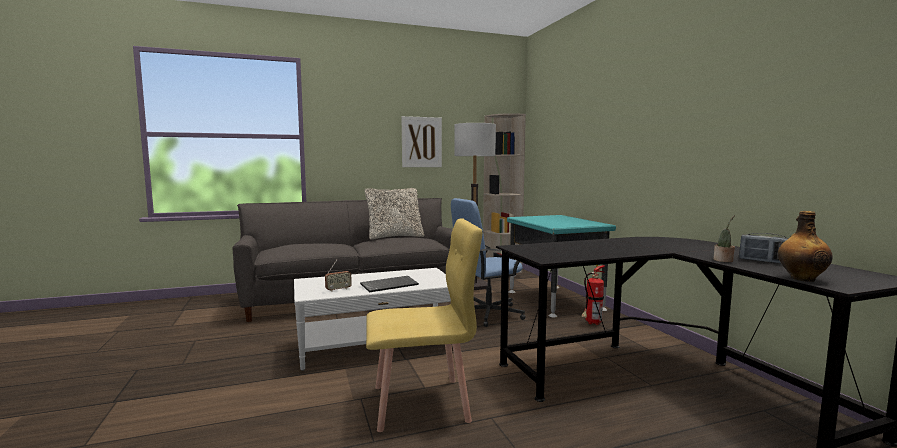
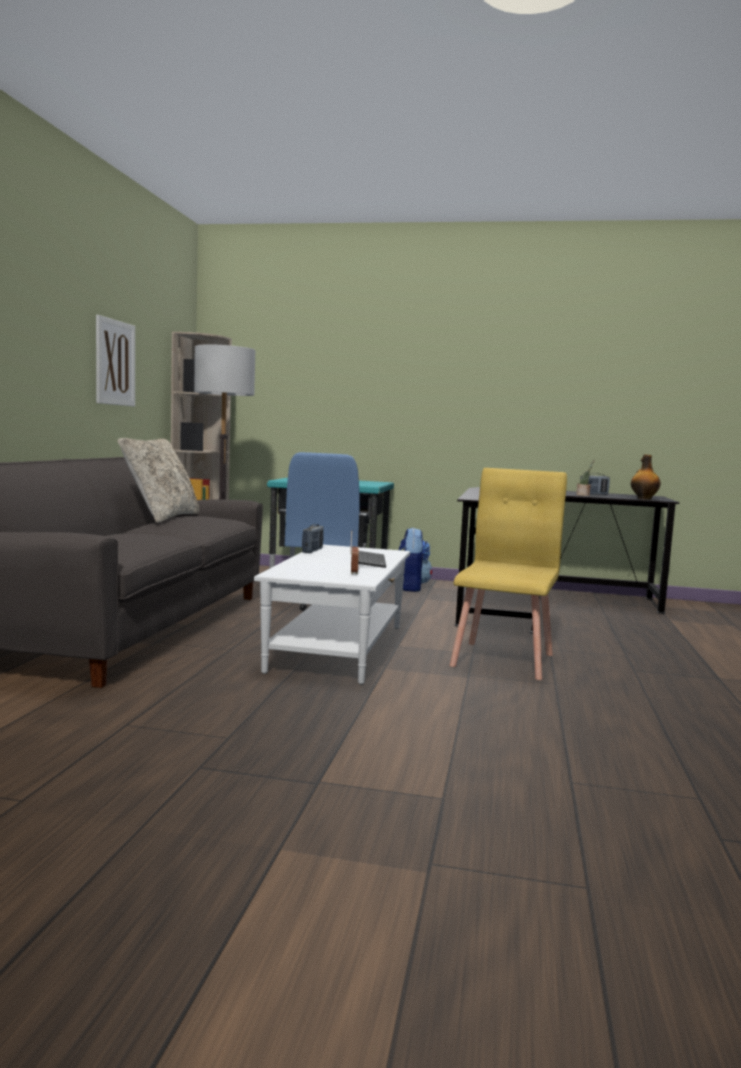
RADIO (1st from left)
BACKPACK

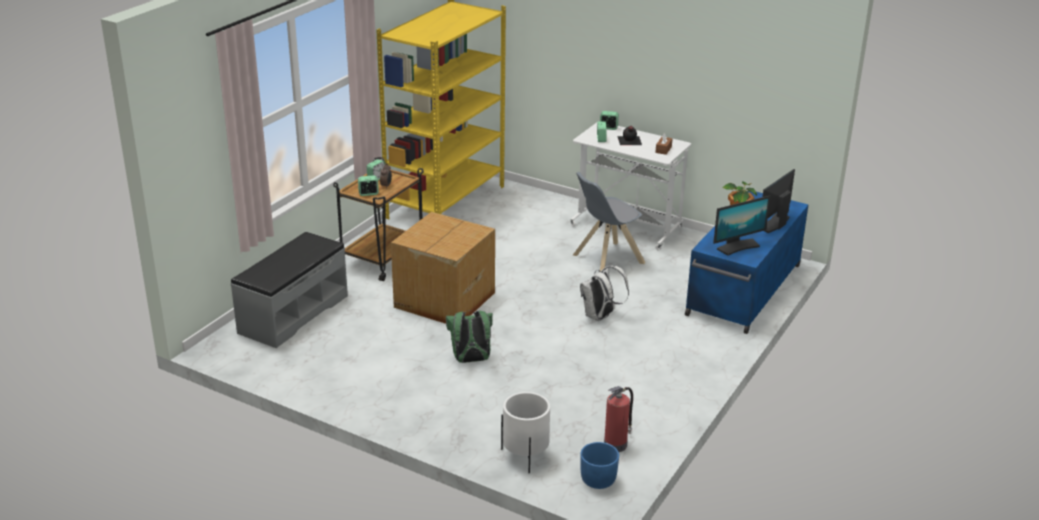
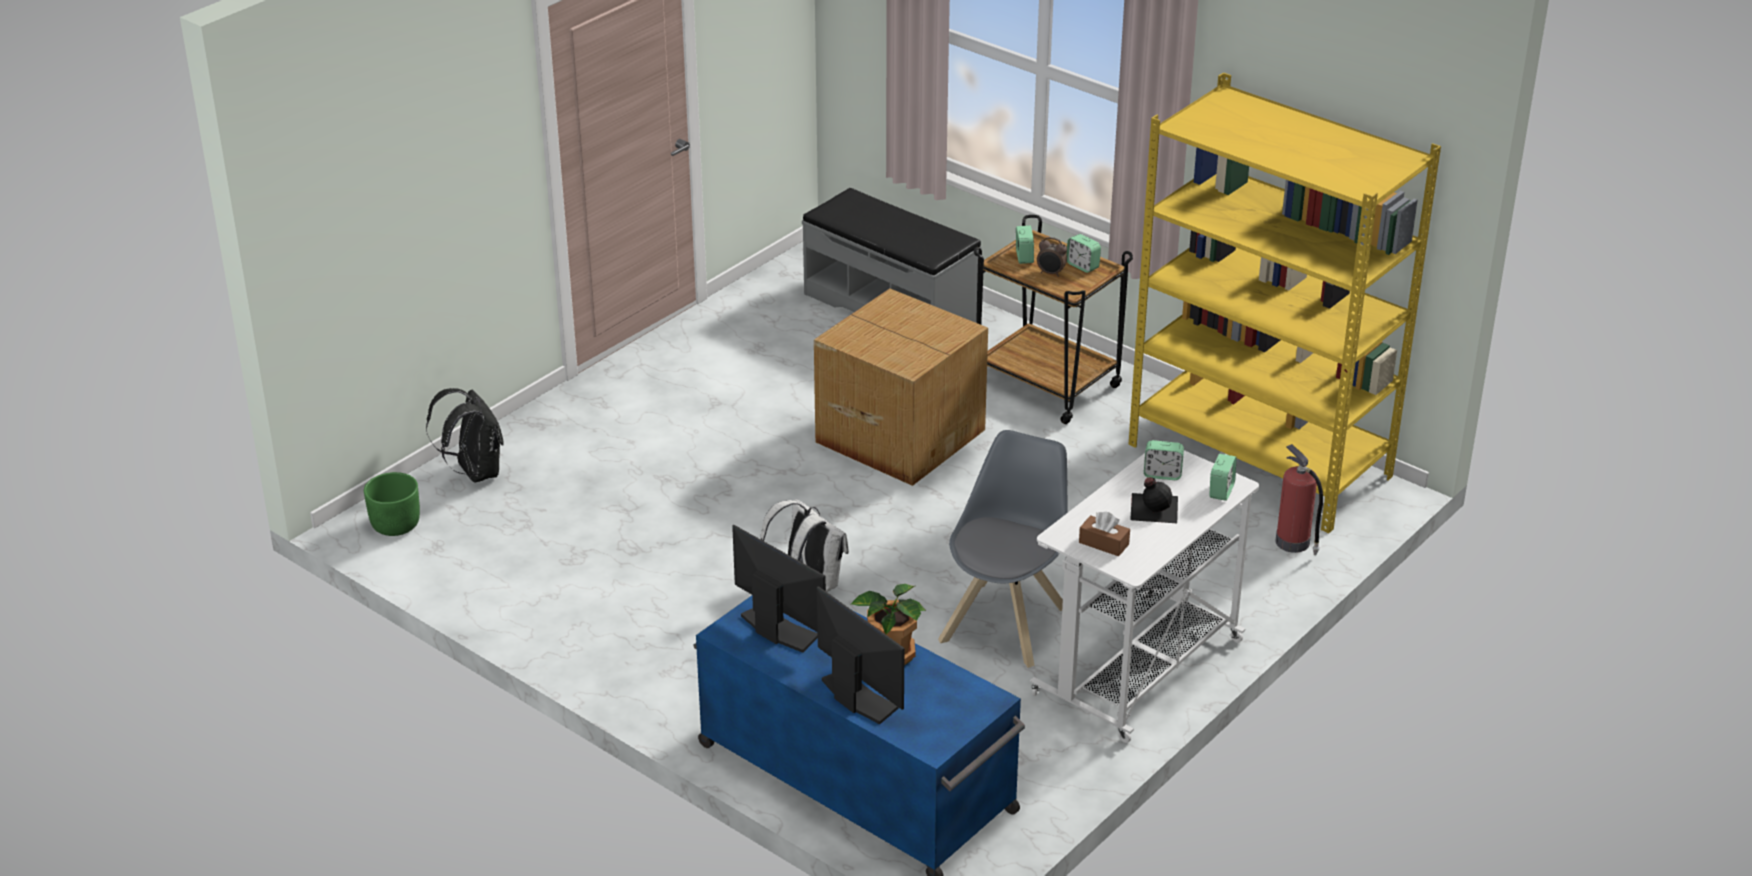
GREEN BACKPACK
FIRE EXTINGUISHER
BLACK BACKPACK
GREEN PLANTER
GREY CHAIR
MONITOR (1st from left)

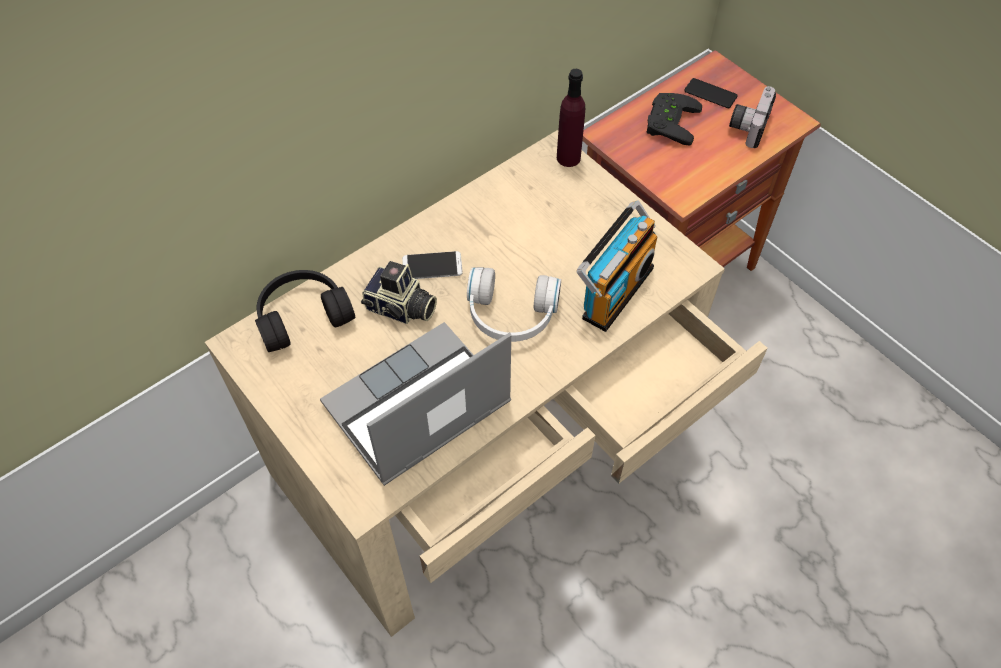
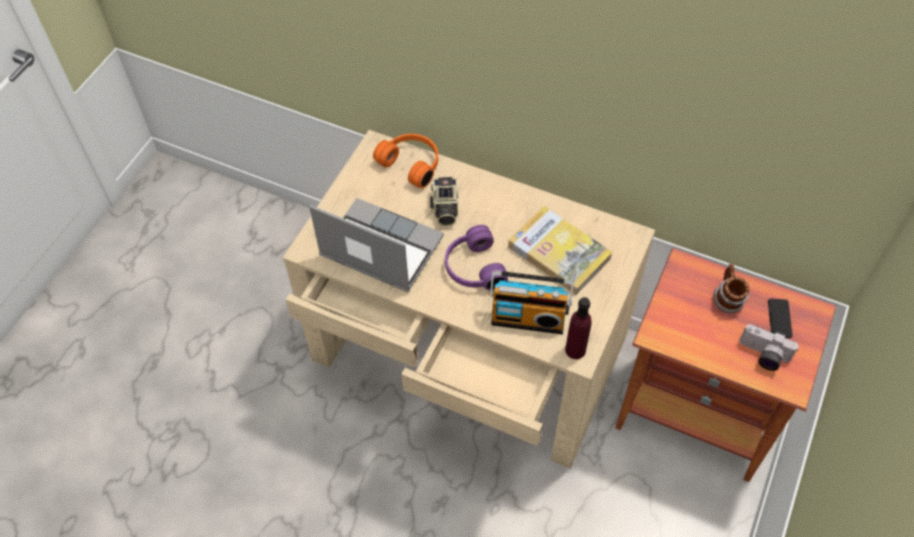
PHONE (1st from left in the first image)
BOOK
PURPLE BOTTLE
MUG
ORANGE HEADPHONES
PURPLE HEADPHONES
PHOTO CAMERA (2nd from left)

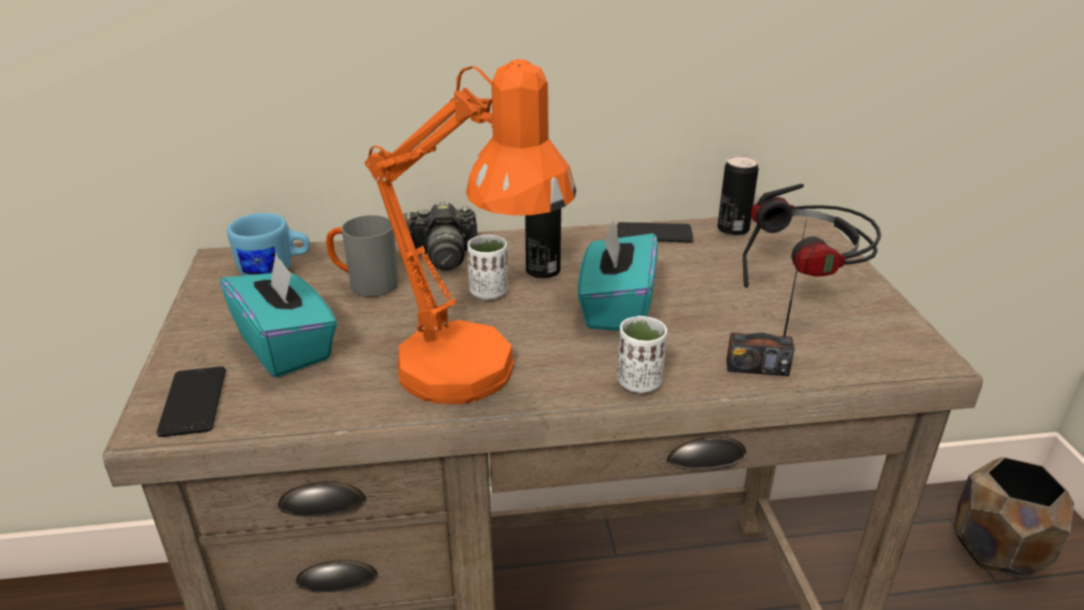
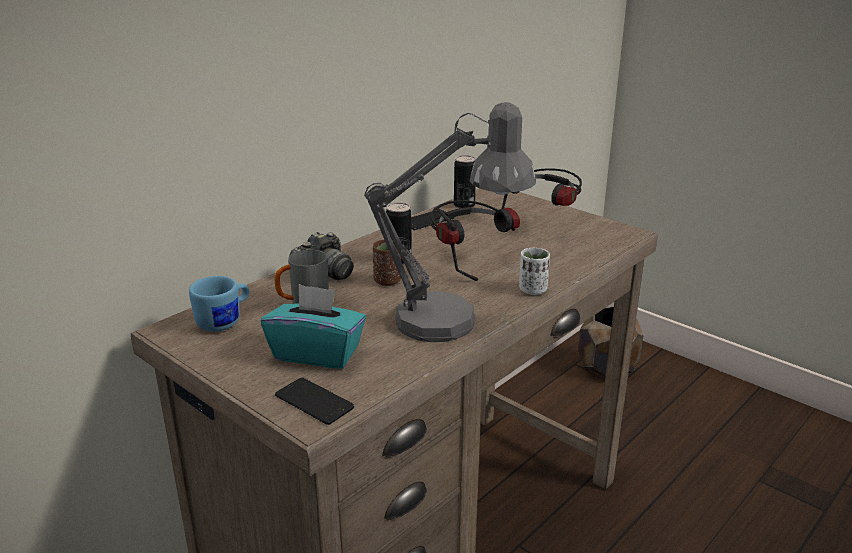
RADIO
HEADPHONES (1st from left)
GREY TABLE LAMP
BROWN CUP

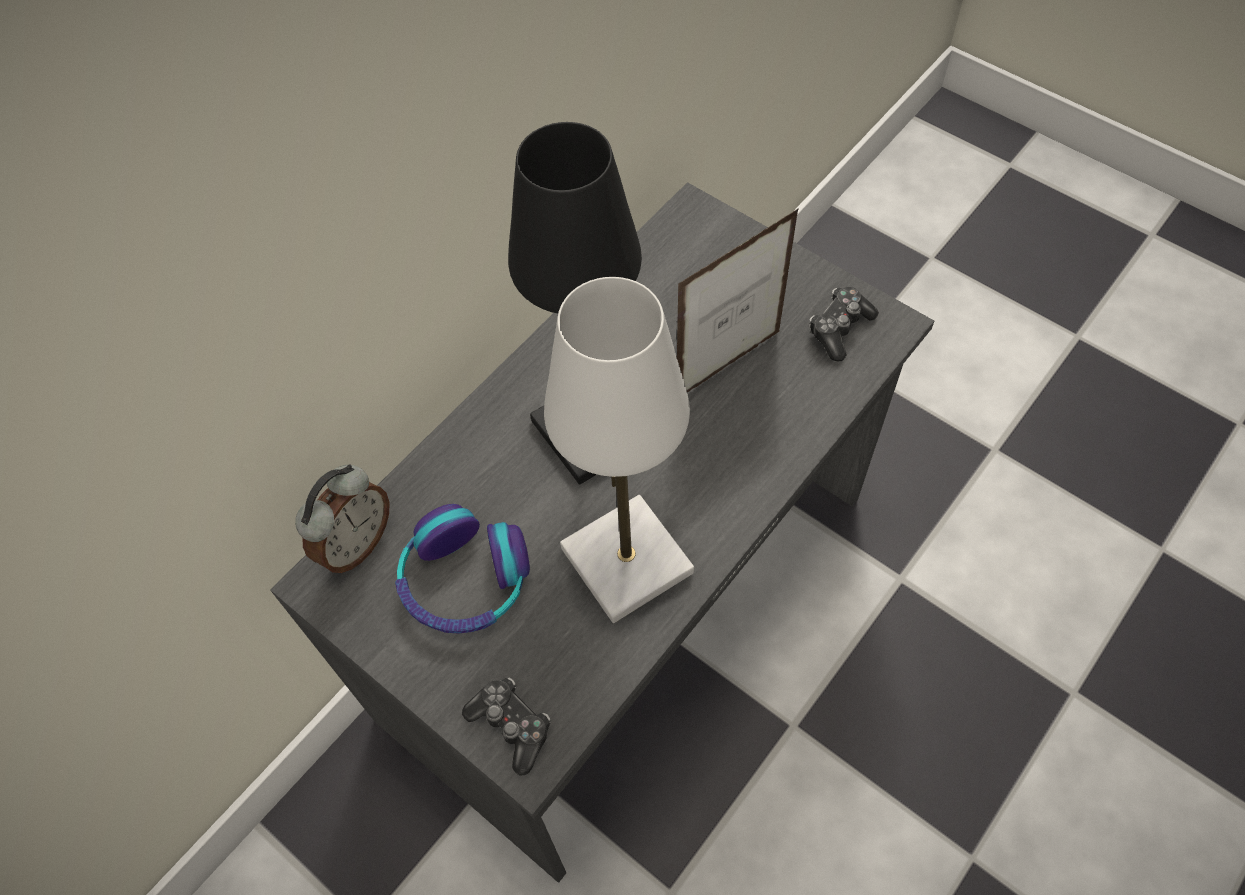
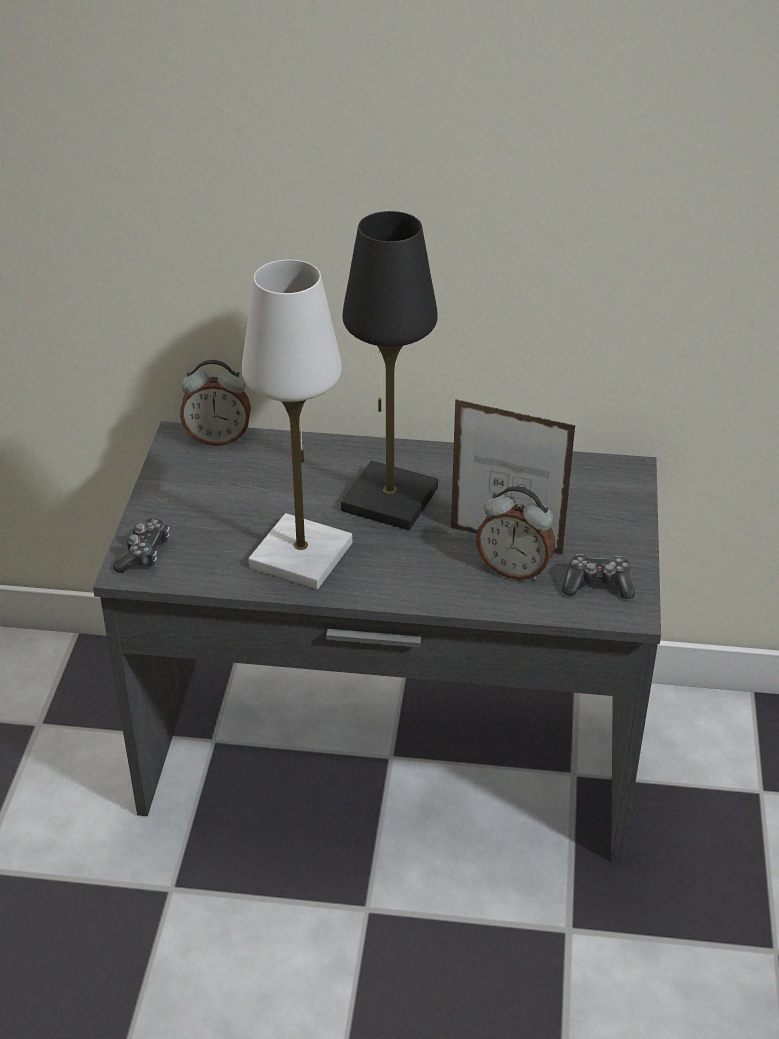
HEADPHONES
ALARM CLOCK (2nd from left)

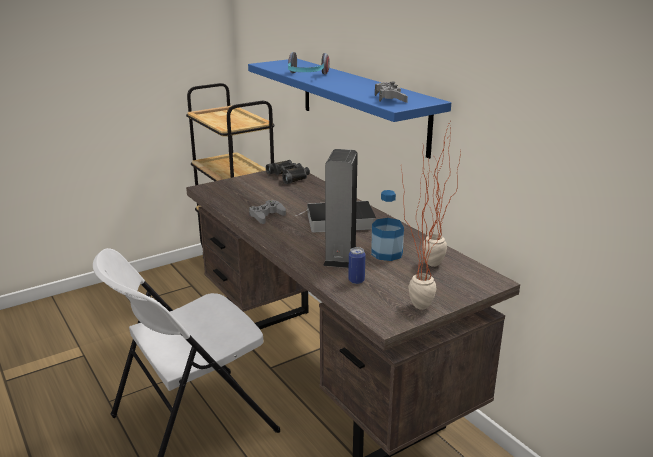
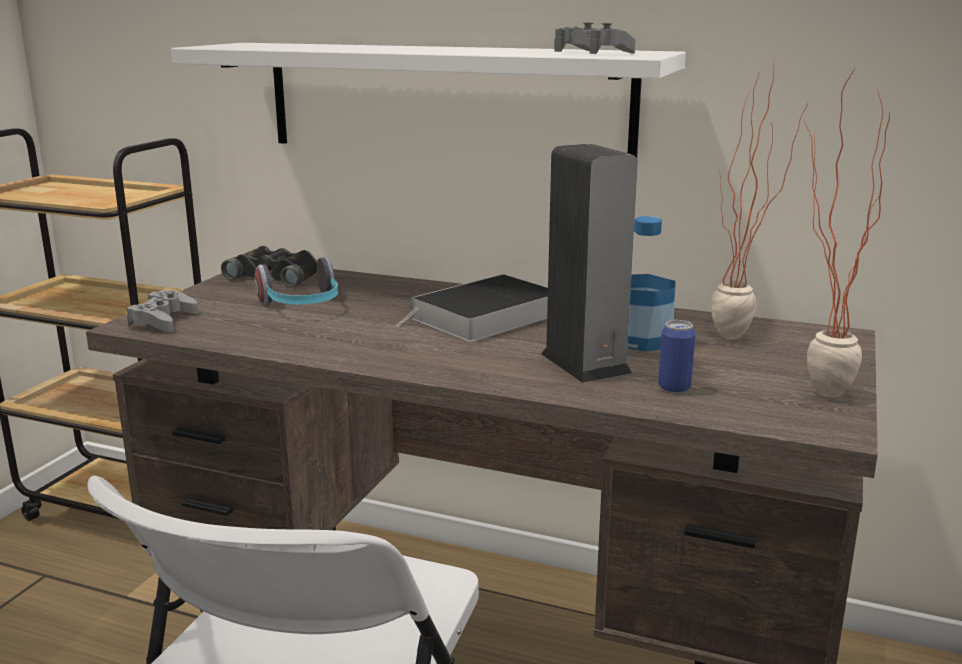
GREY GAME CONTROLLER (1st from left)
HEADPHONES
WHITE SHELF

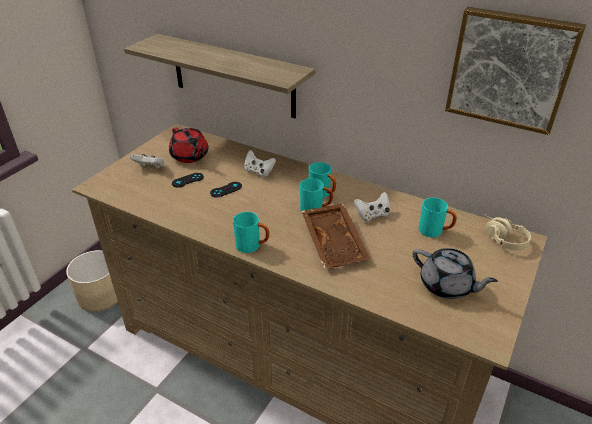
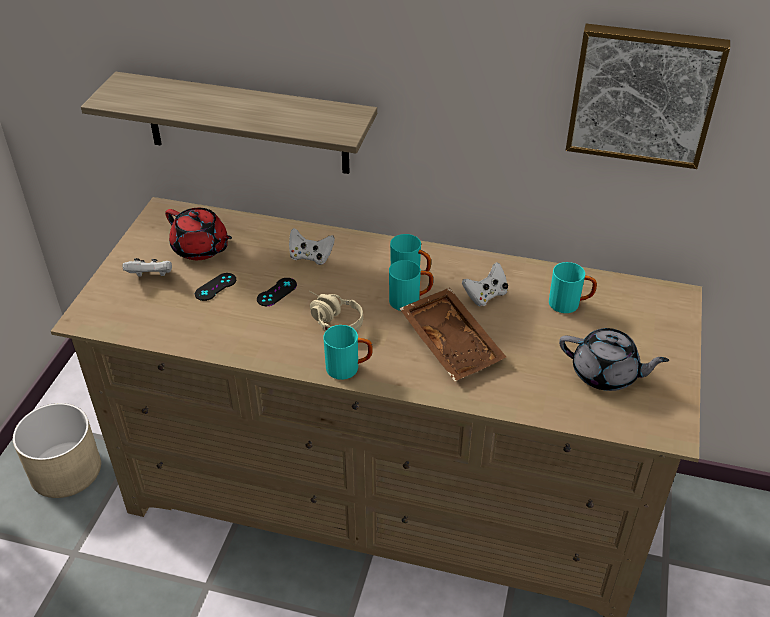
BEIGE HEADPHONES

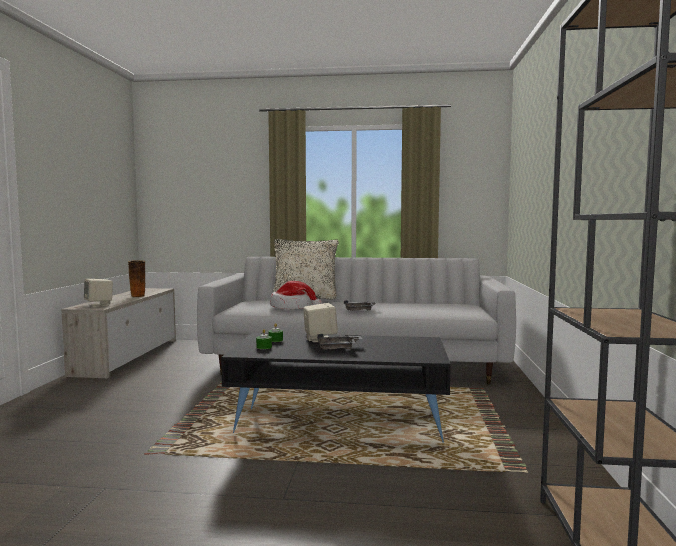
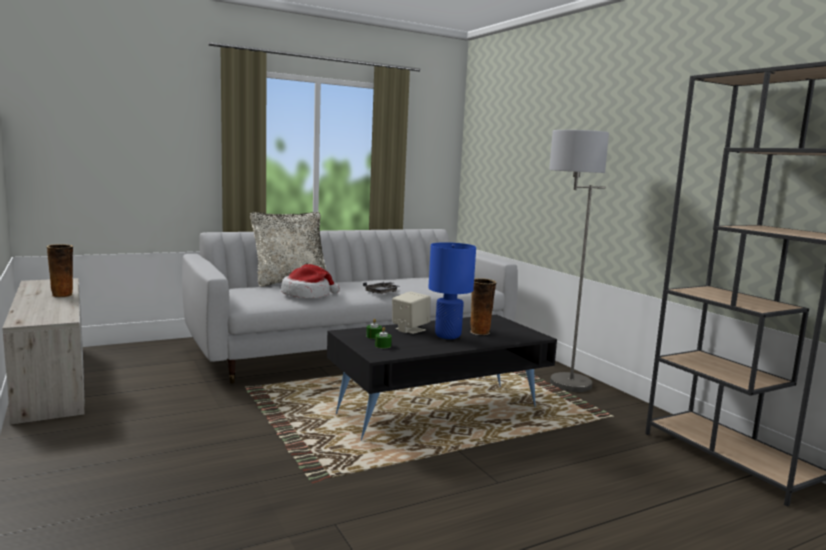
BEIGE SPEAKER (1st from left in the first image)
VASE (2nd from left)
GREY FLOOR LAMP
BLUE TABLE LAMP

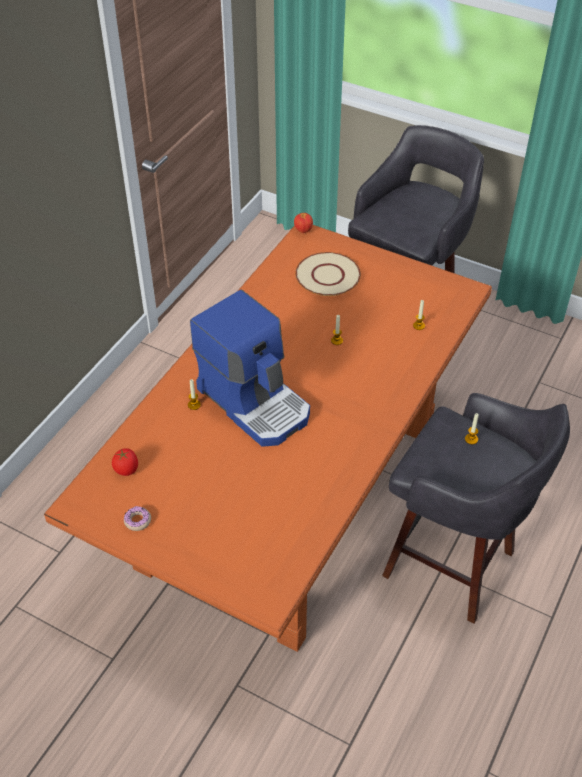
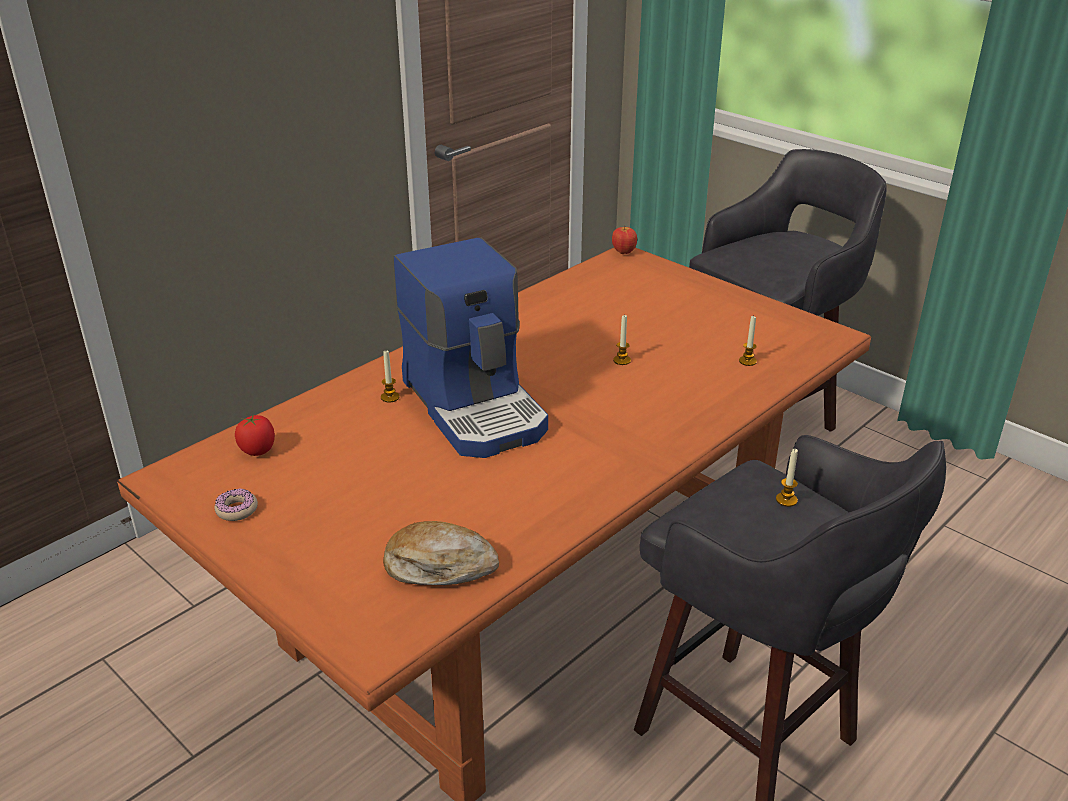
BEIGE PLATE
BREAD

